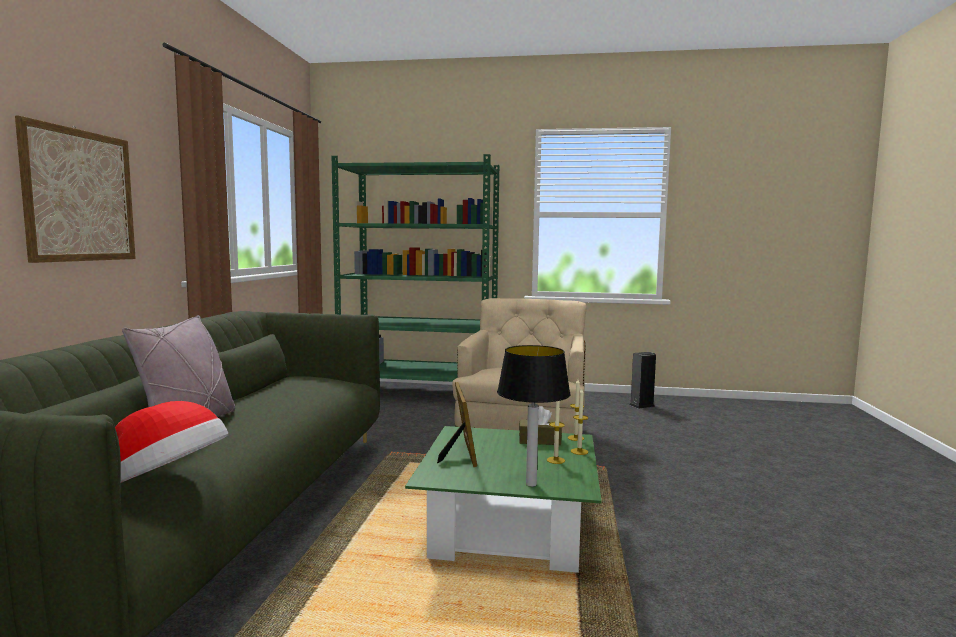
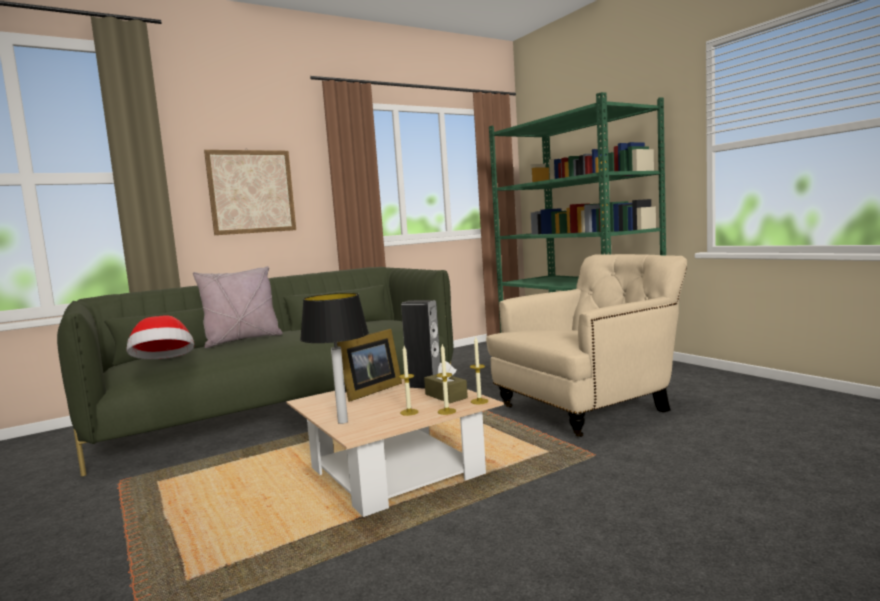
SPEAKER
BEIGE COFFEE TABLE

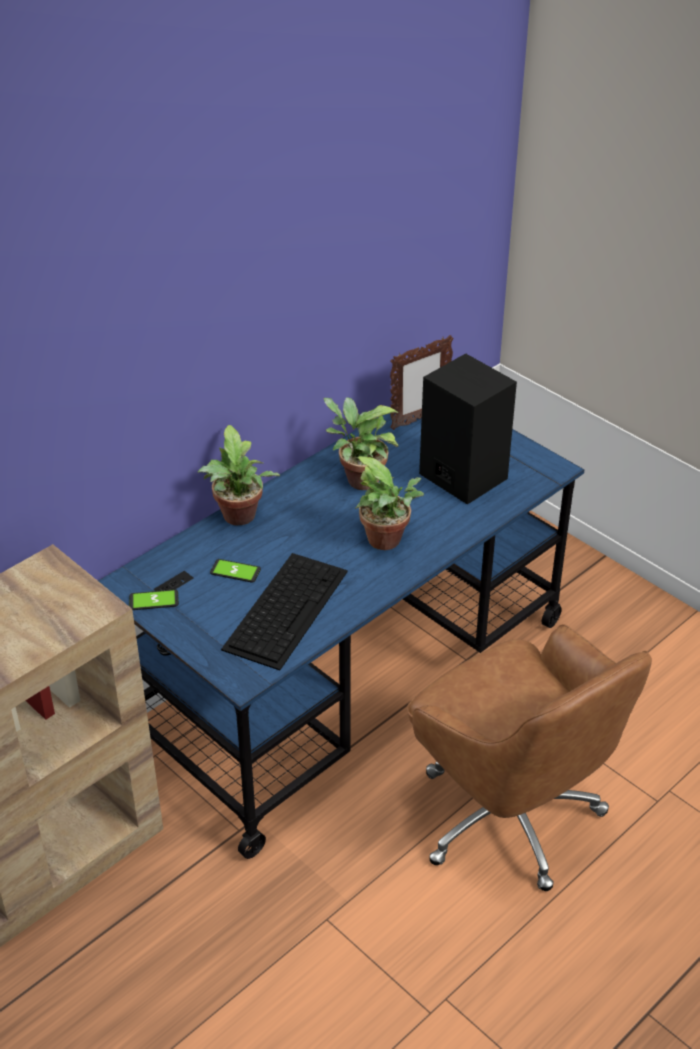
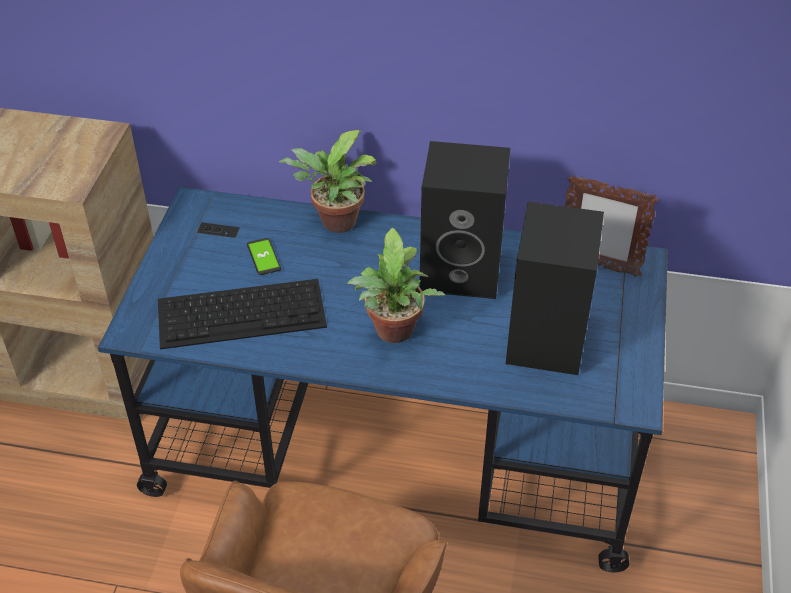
PHONE (1st from left in the first image)
BLACK SPEAKER (1st from left)

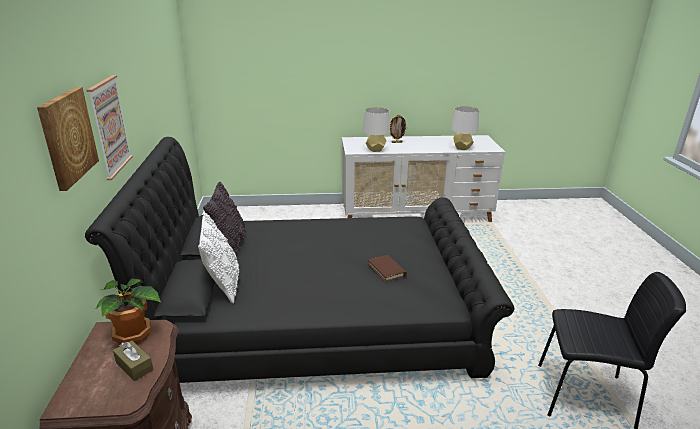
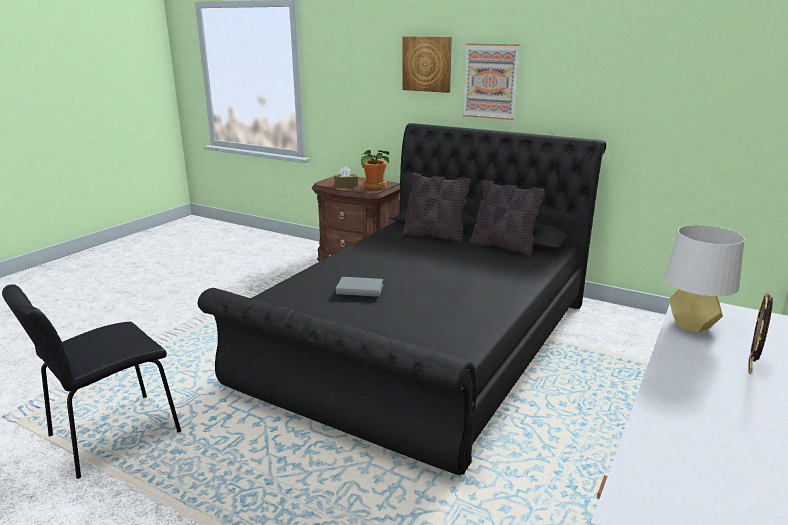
GREY TABLE LAMP (2nd from left in the first image)
BLACK PILLOW (1st from left)
GREY BOOK

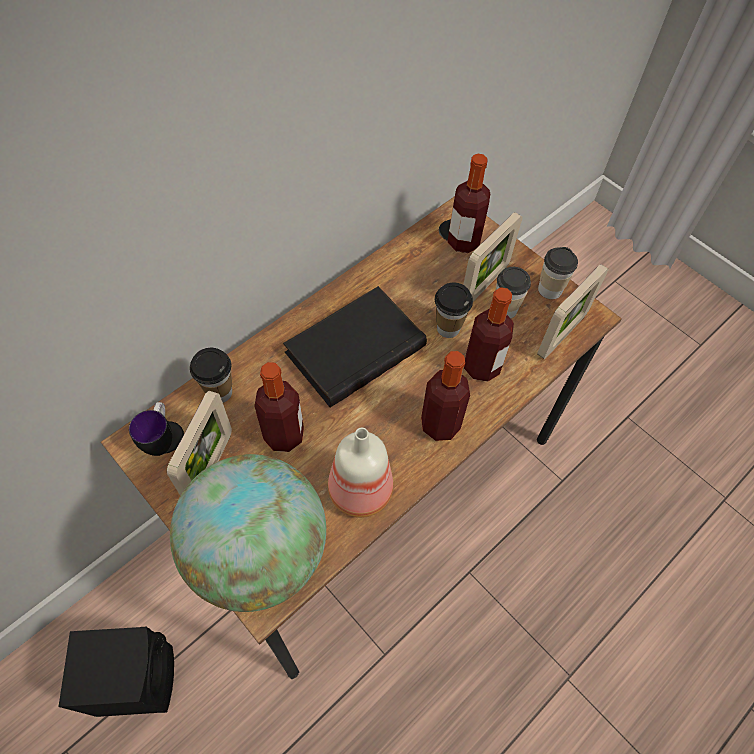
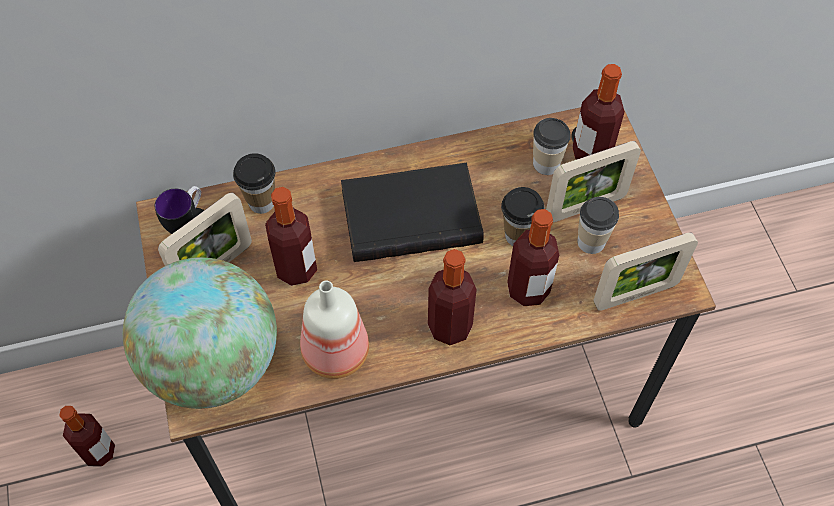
CUP (3rd from left)
BOTTLE (1st from left)

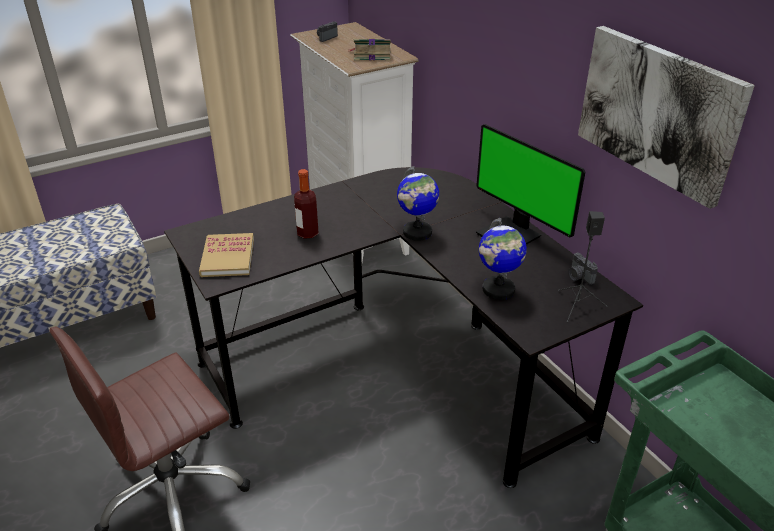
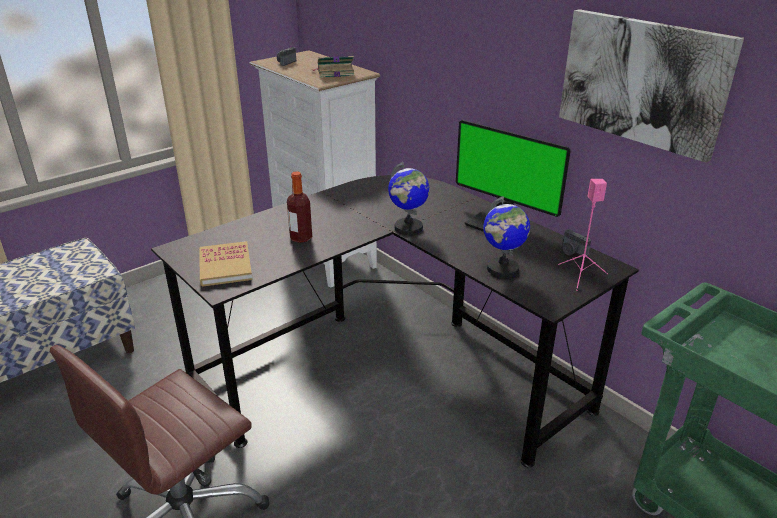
PINK SPEAKER

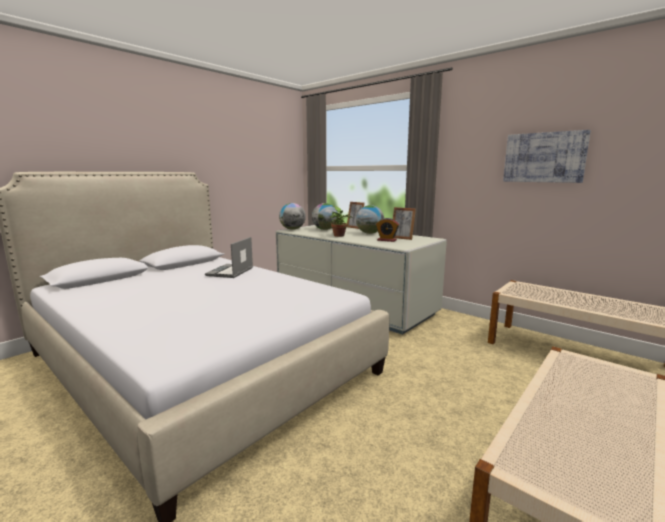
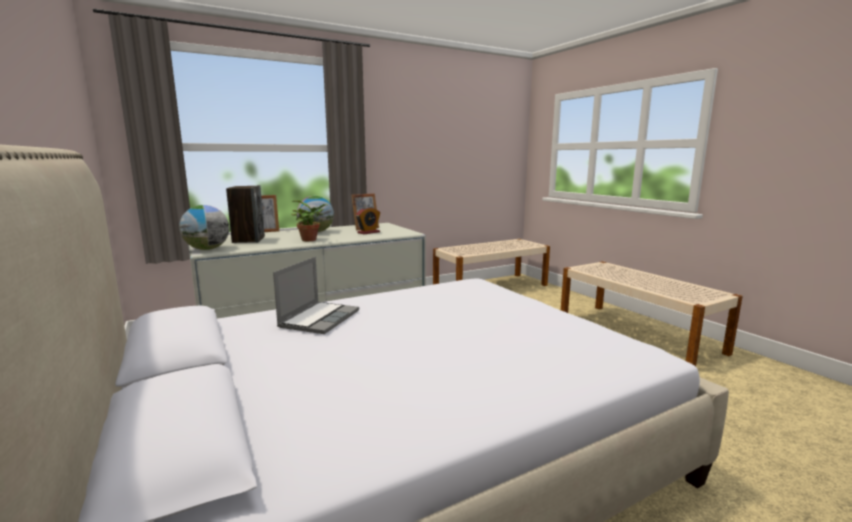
PICTURE
SPEAKER
LAPTOP

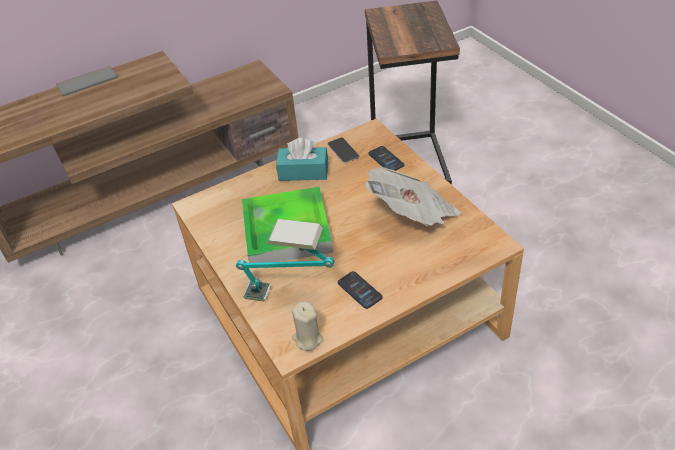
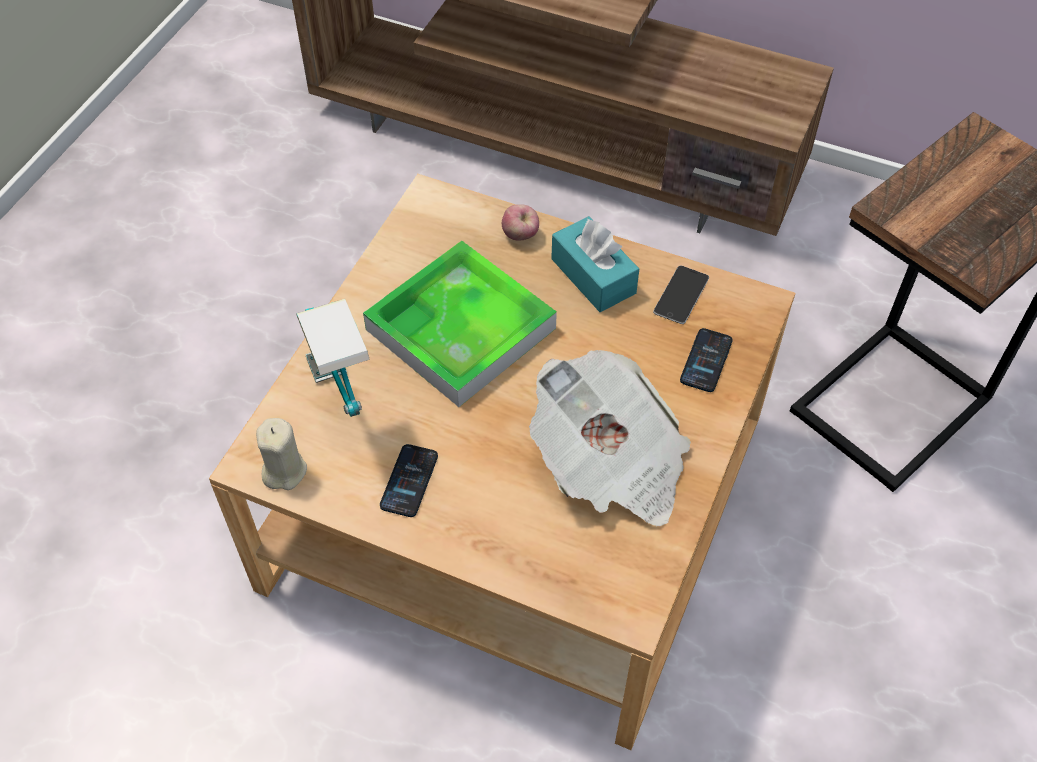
APPLE

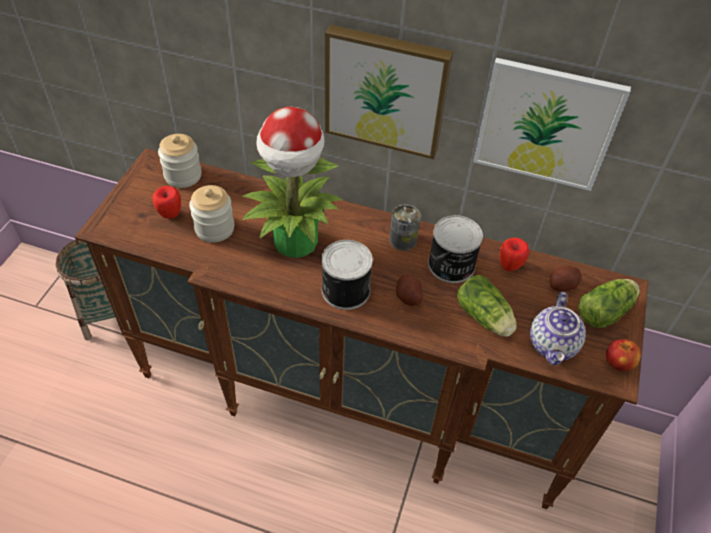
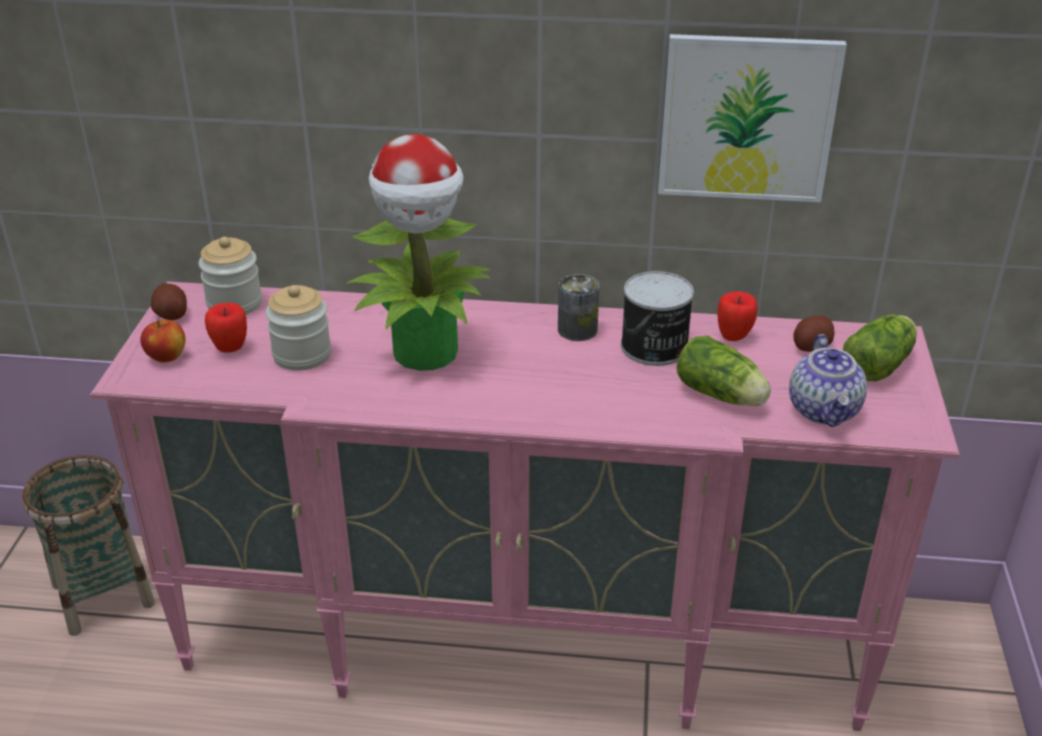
CAN (1st from left in the first image)
PICTURE (1st from left in the first image)
POTATO (1st from left)
APPLE (1st from left)
PINK CABINET

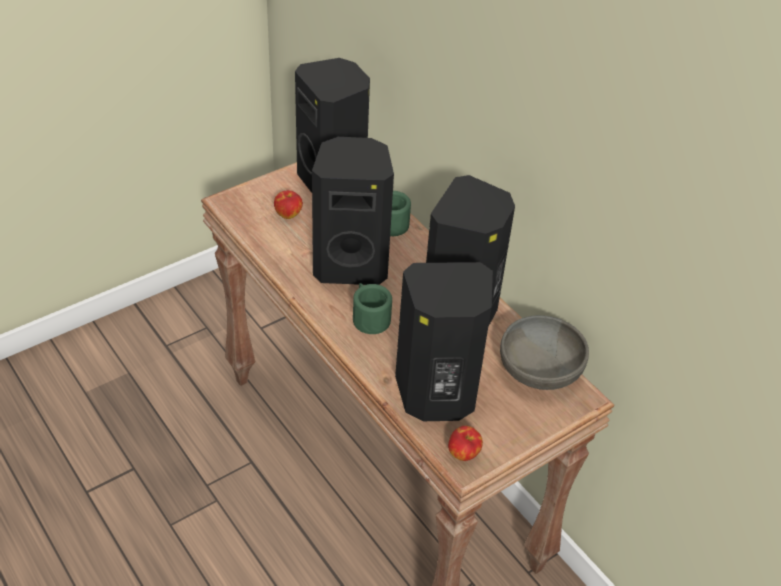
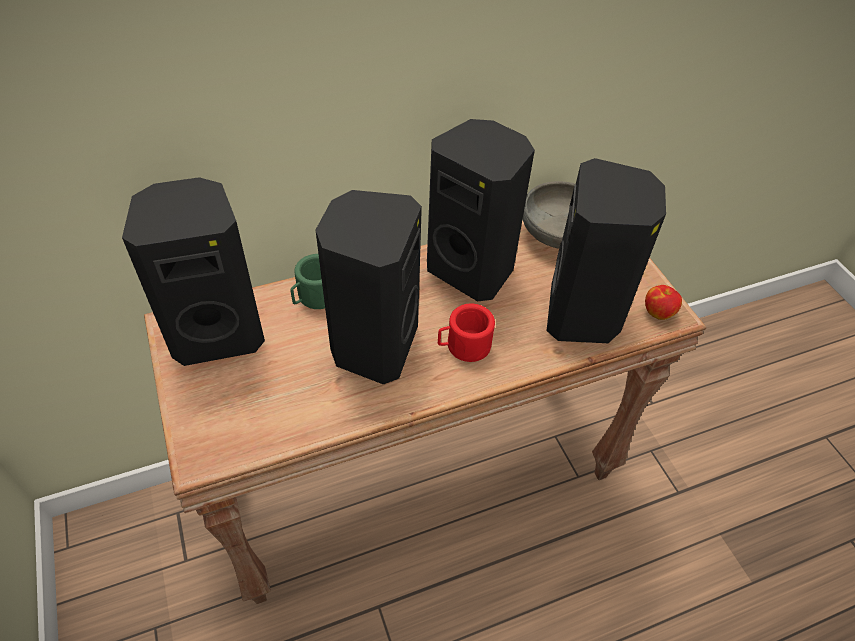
APPLE (1st from left in the first image)
RED MUG

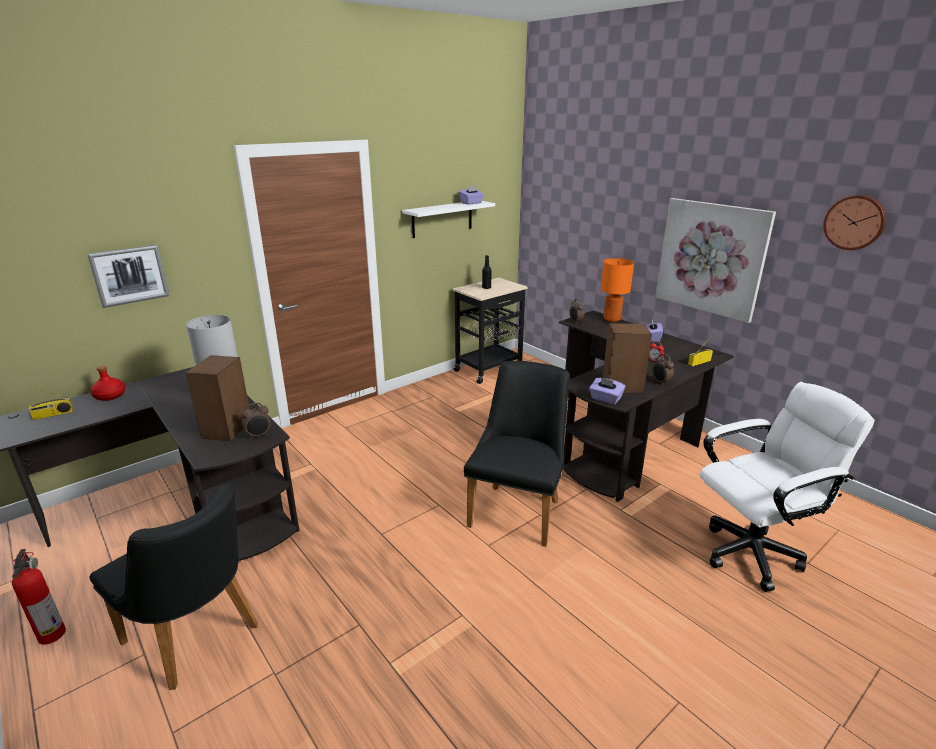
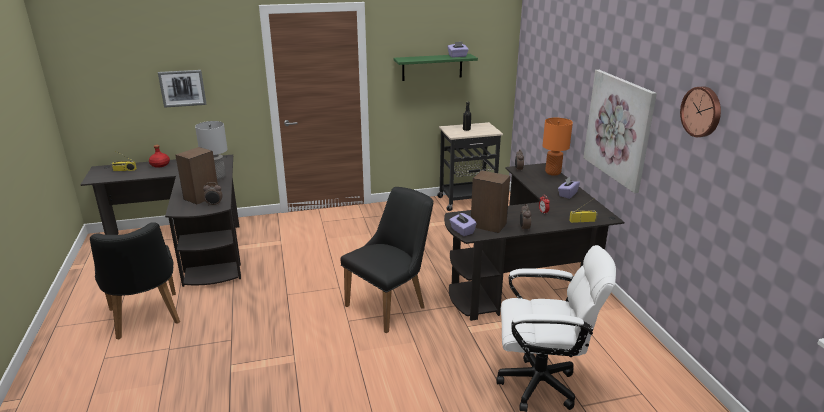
FIRE EXTINGUISHER
GREEN SHELF

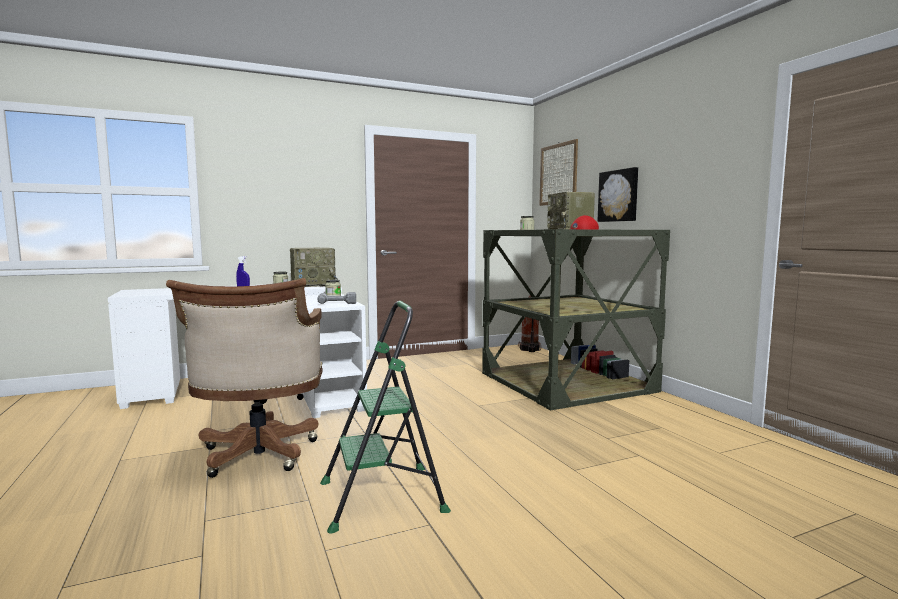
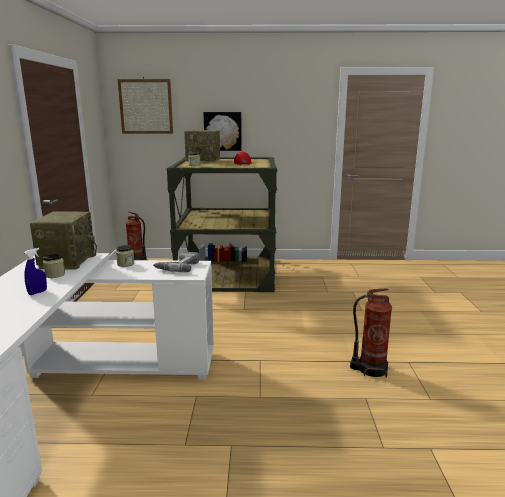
OFFICE CHAIR
FIRE EXTINGUISHER (2nd from left)

